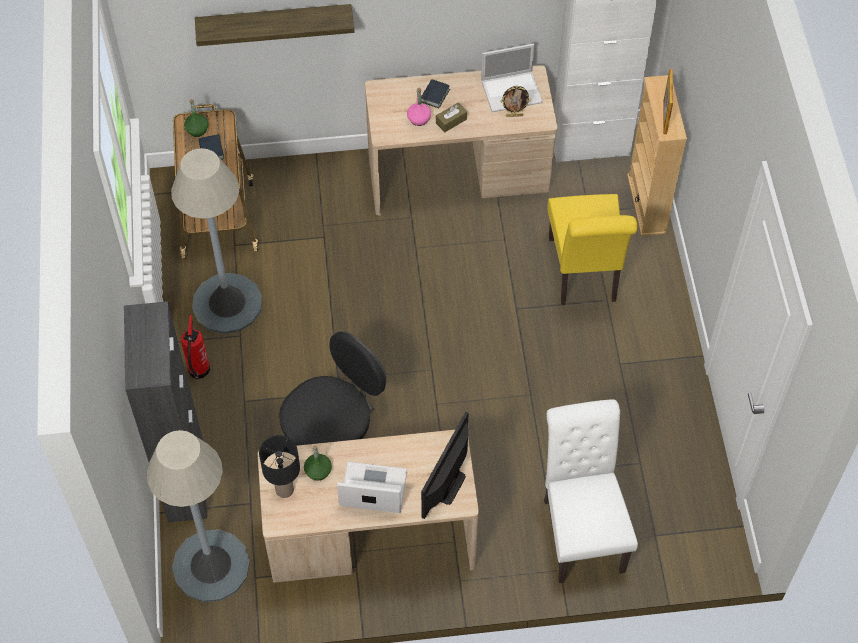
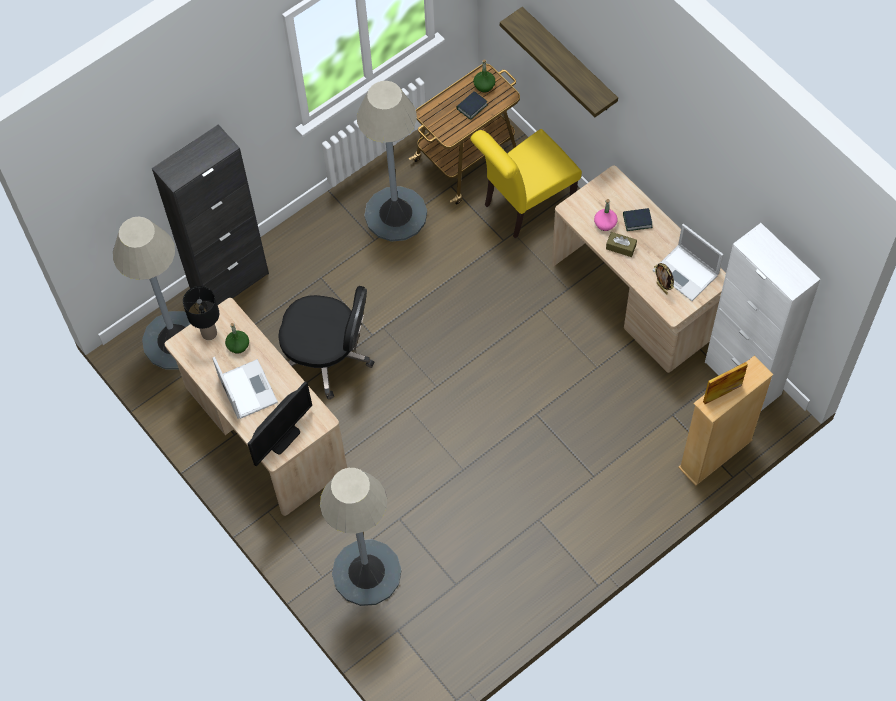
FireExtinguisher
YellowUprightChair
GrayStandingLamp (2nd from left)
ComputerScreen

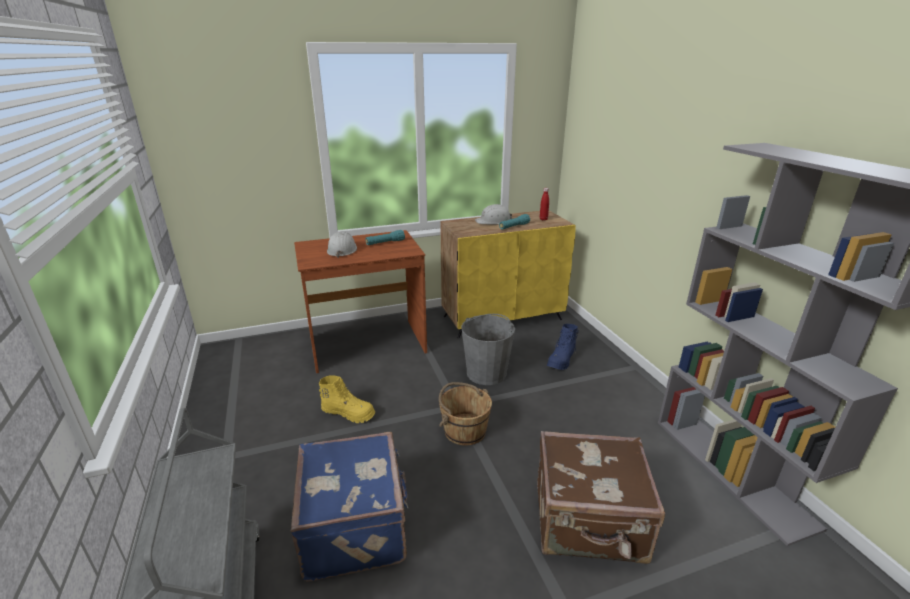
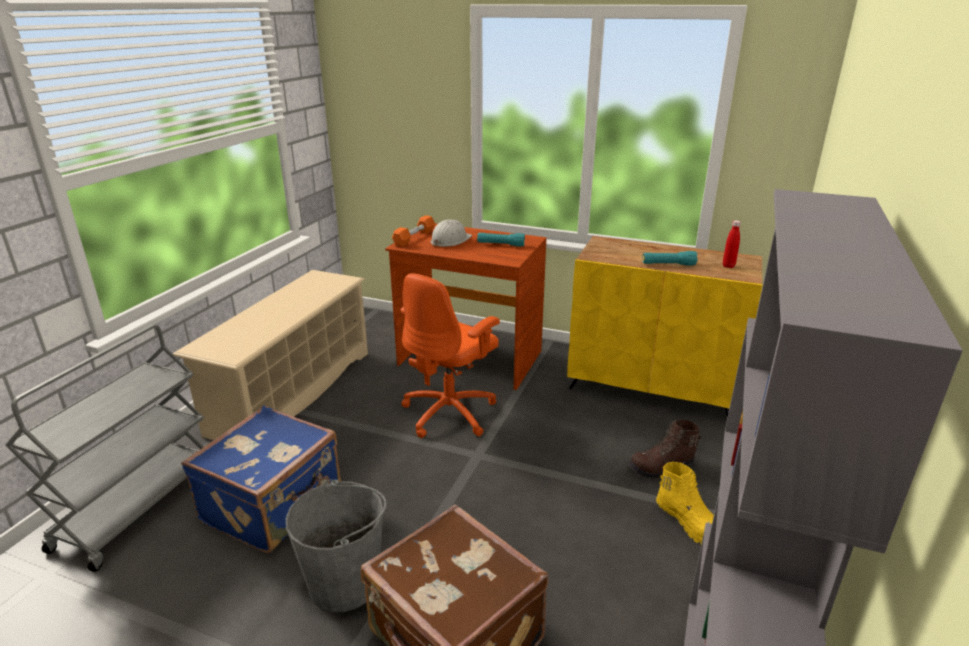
BrownPail
WhitishHardHat (2nd from left in the first image)
BeigeShoeStand
OrangeHandWeight
OrangeDeskChair
YellowHighTopBoot
GrayPail
BrownHighTopBoot

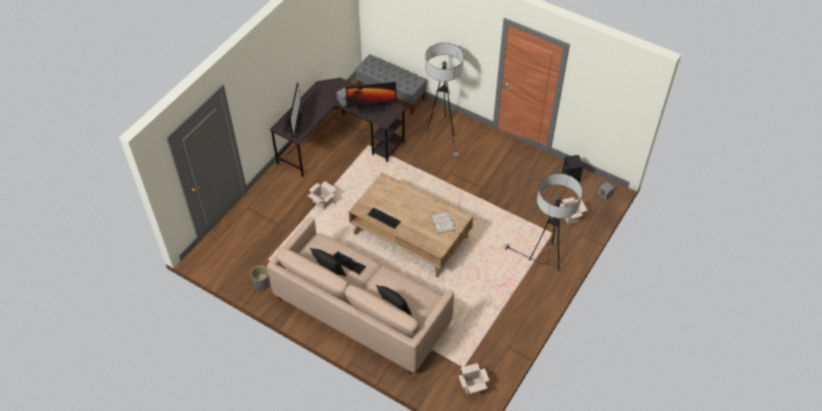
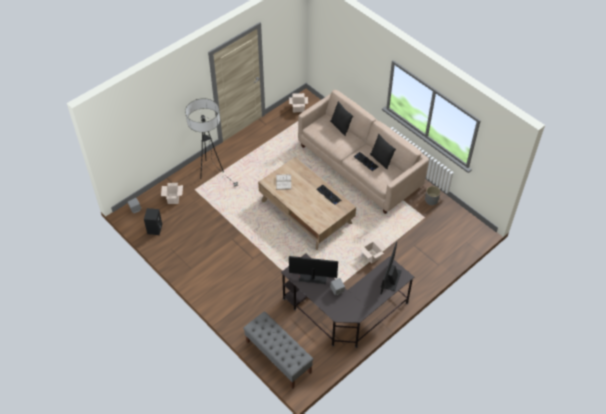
StandingLamp (1st from left in the first image)

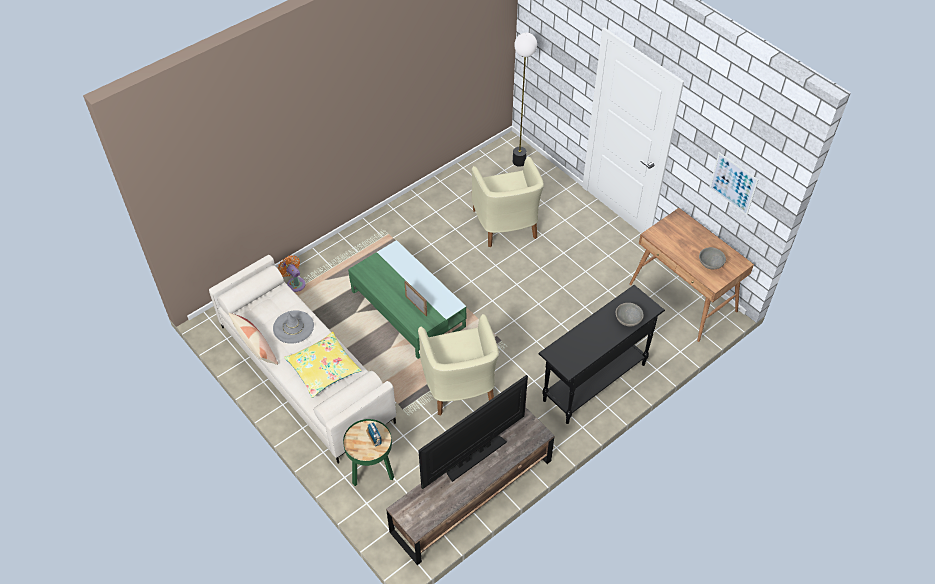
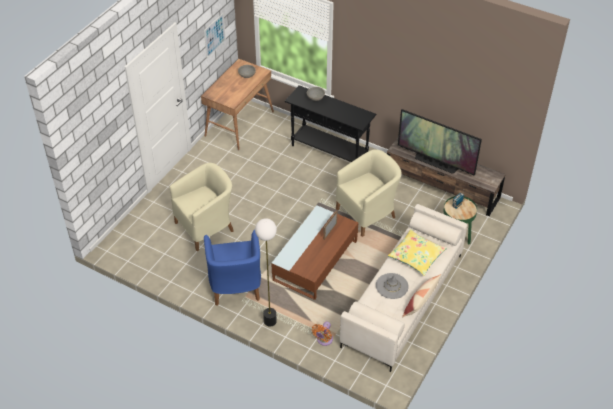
BlueColouredArmchair
StandingLamp
BrownLoungeTable

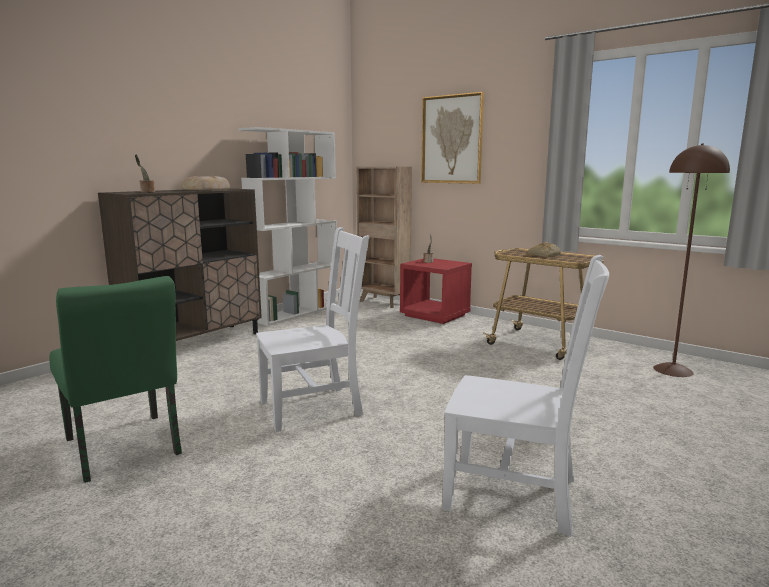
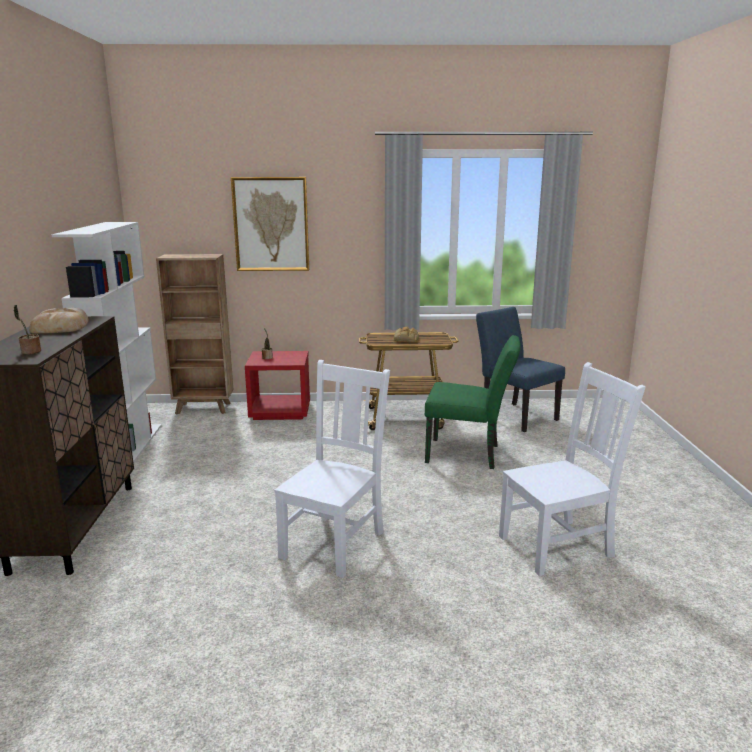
GreenishUprightChair
BlueColouredUprightChair

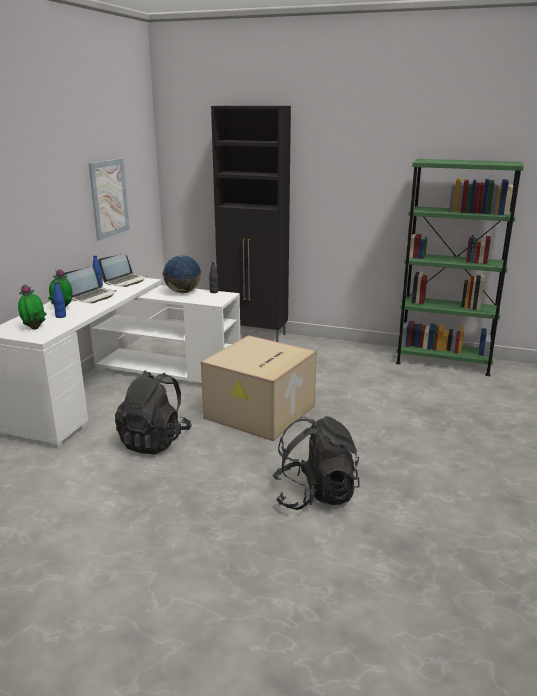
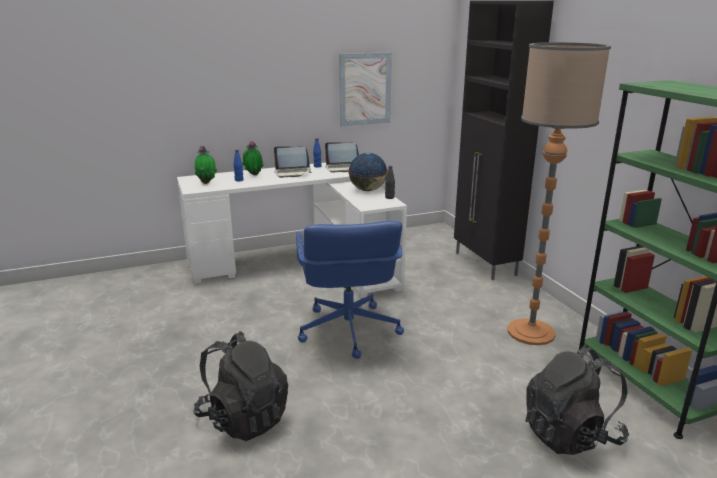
StandingLamp
BlackBackpack (2nd from left)
BlueColouredDeskChair

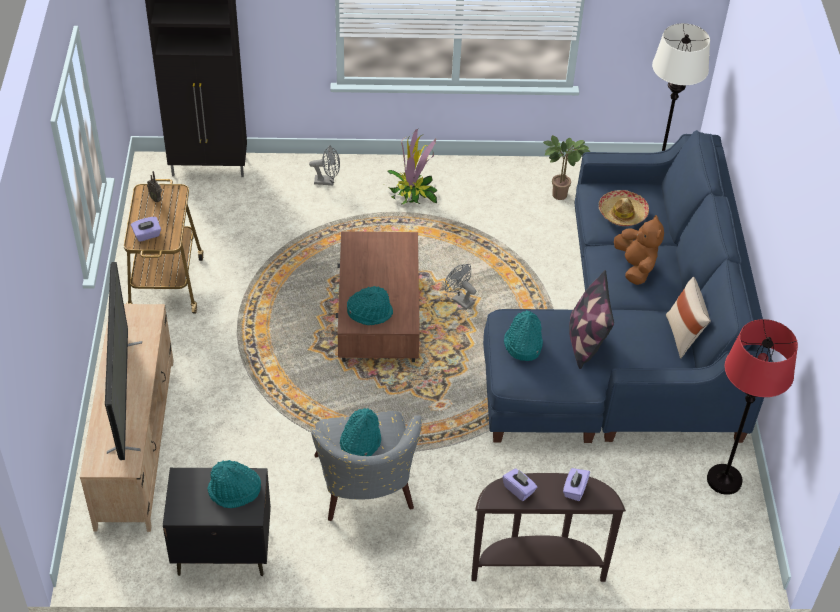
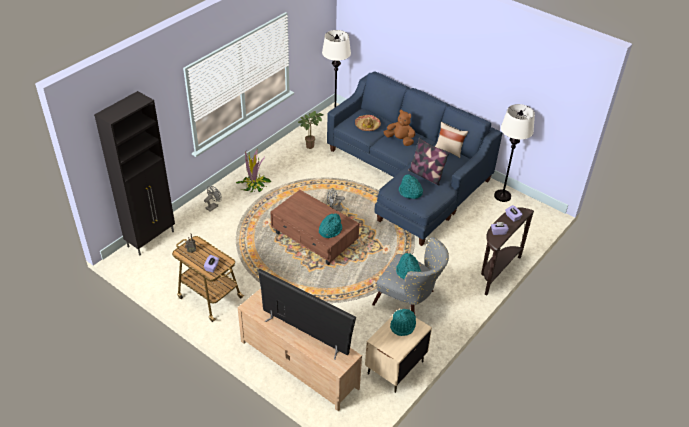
BeigeNightstand
WhitishStandingLamp (2nd from left)

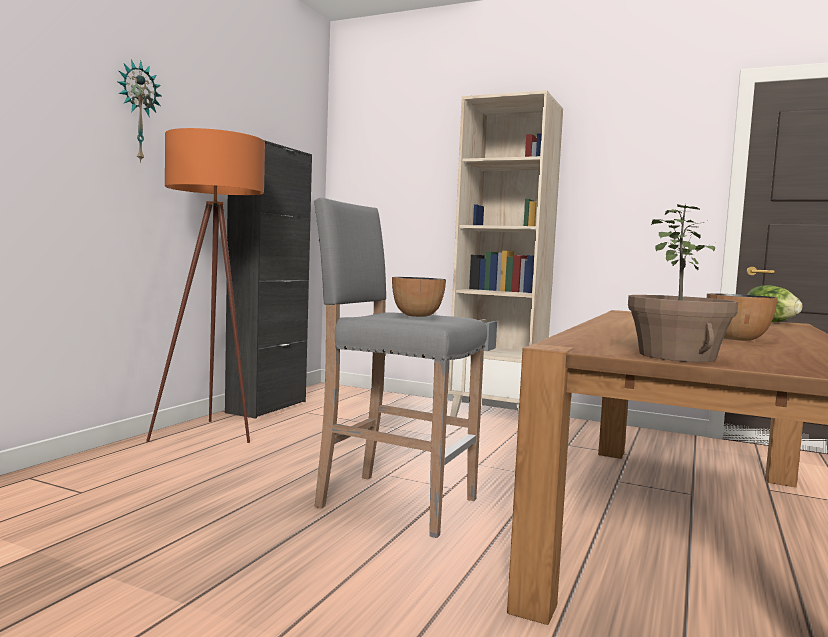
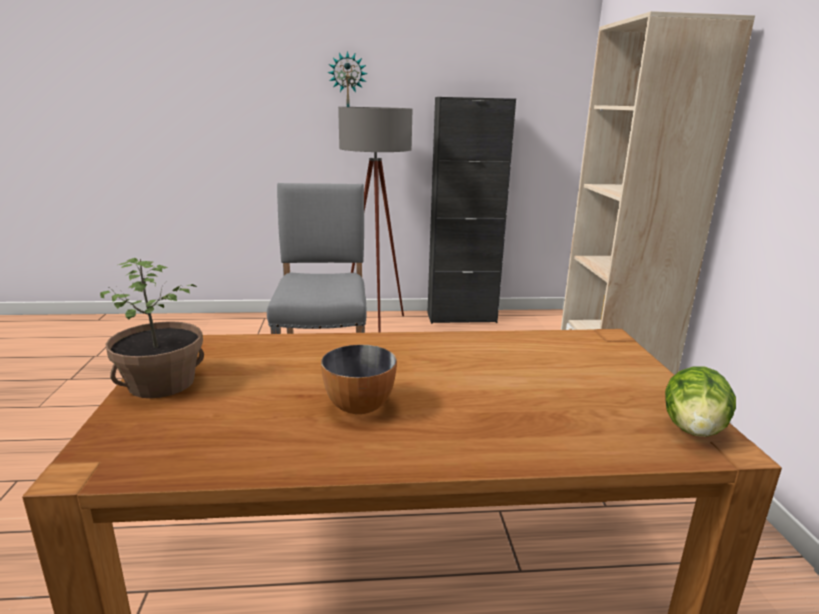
DeepDish (1st from left in the first image)
GrayStandingLamp

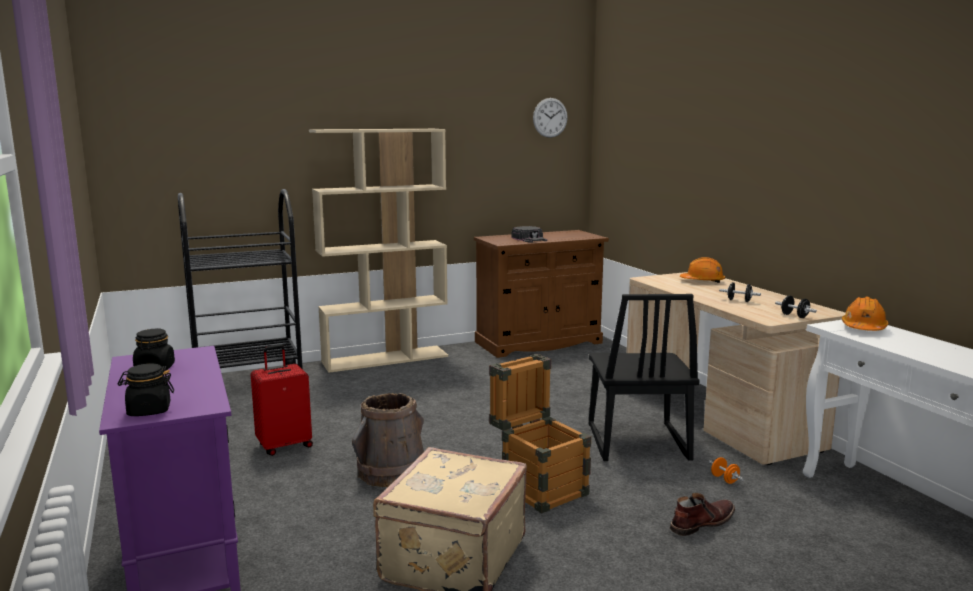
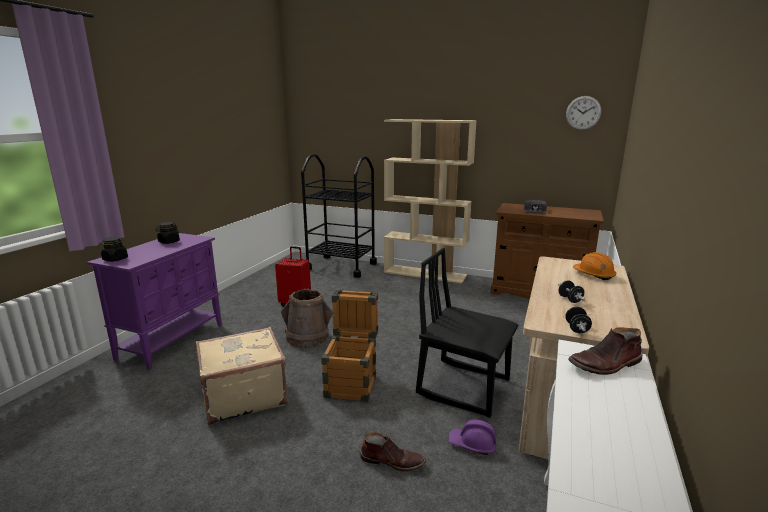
PurplishHardHat
BrownHighTopBoot (2nd from left)
BlackUprightChair

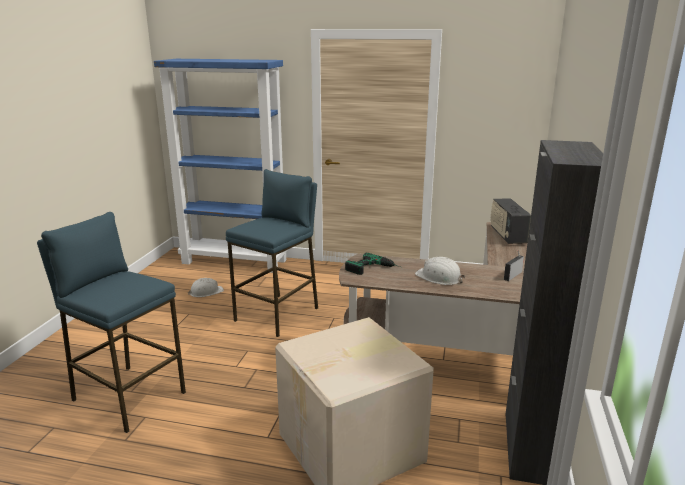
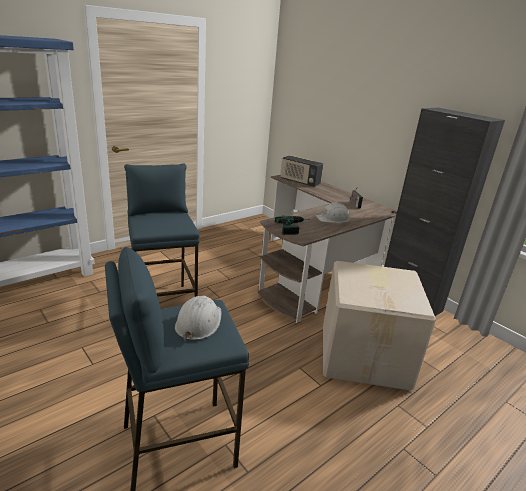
WhitishHardHat (1st from left)

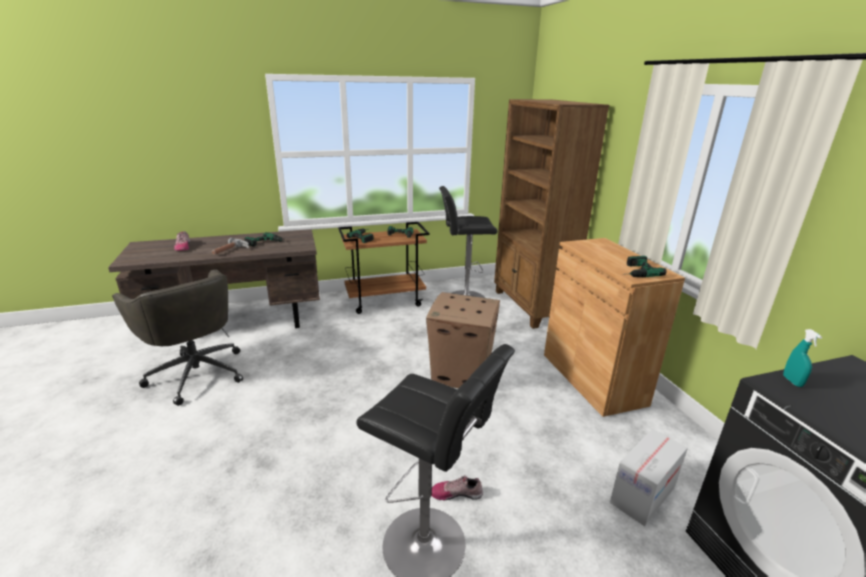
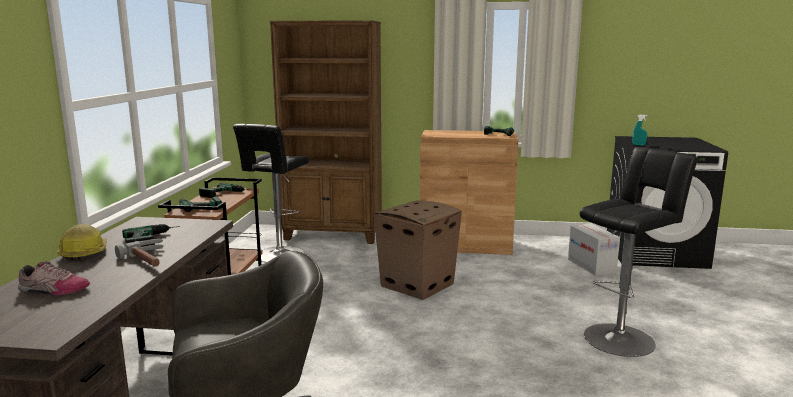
Shoe (2nd from left in the first image)
HardHat

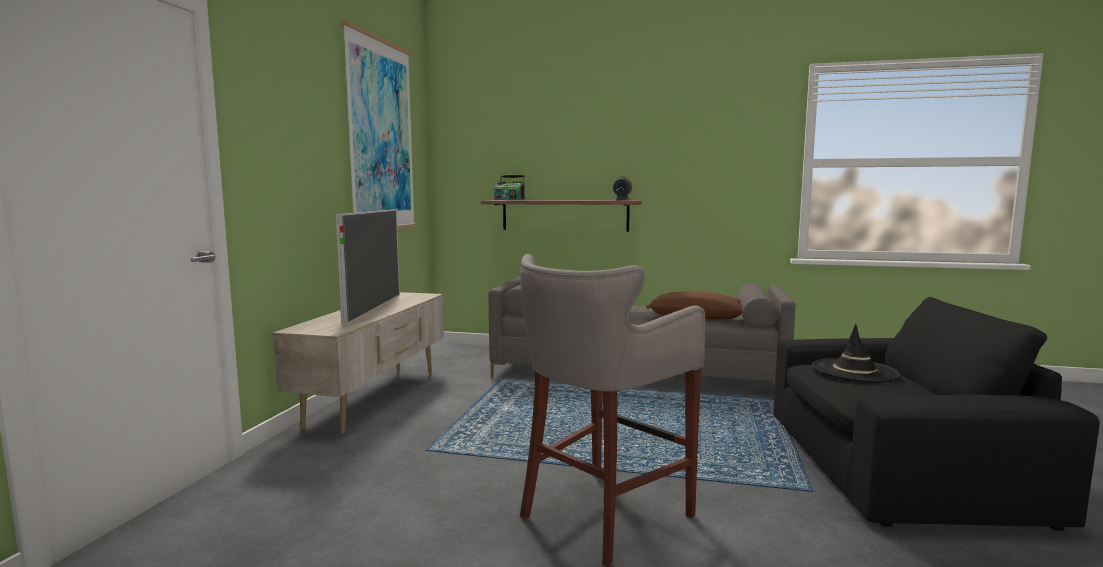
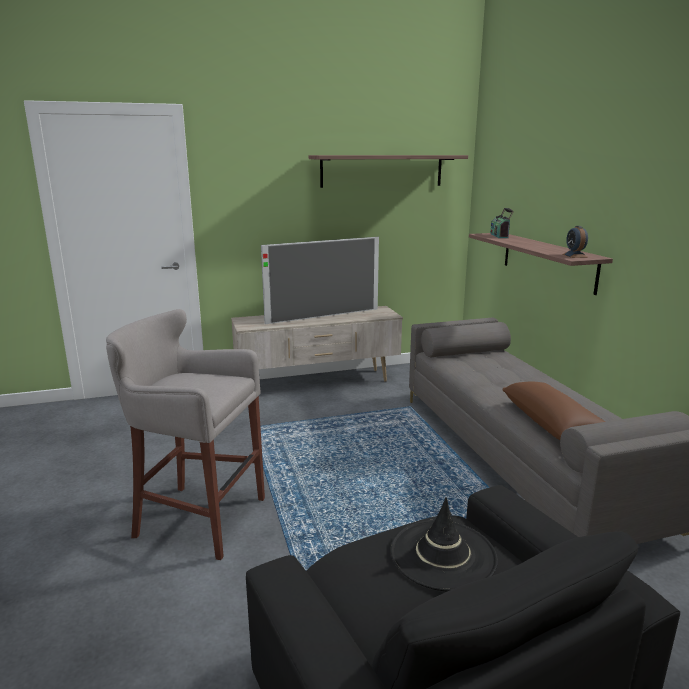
Shelf (1st from left)

